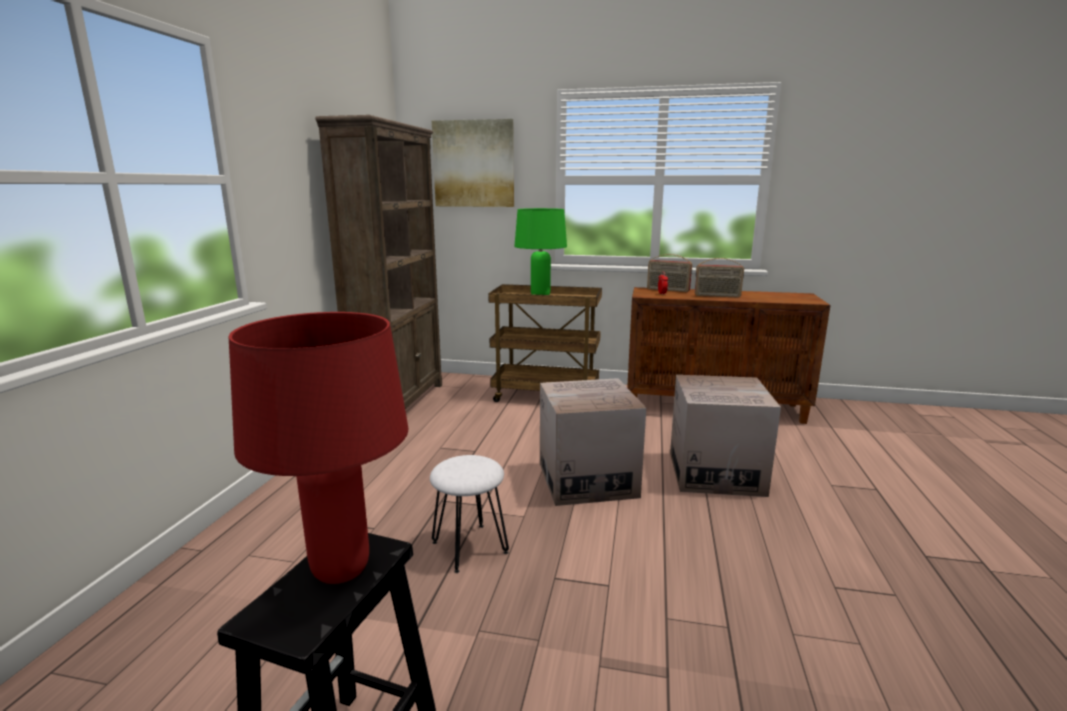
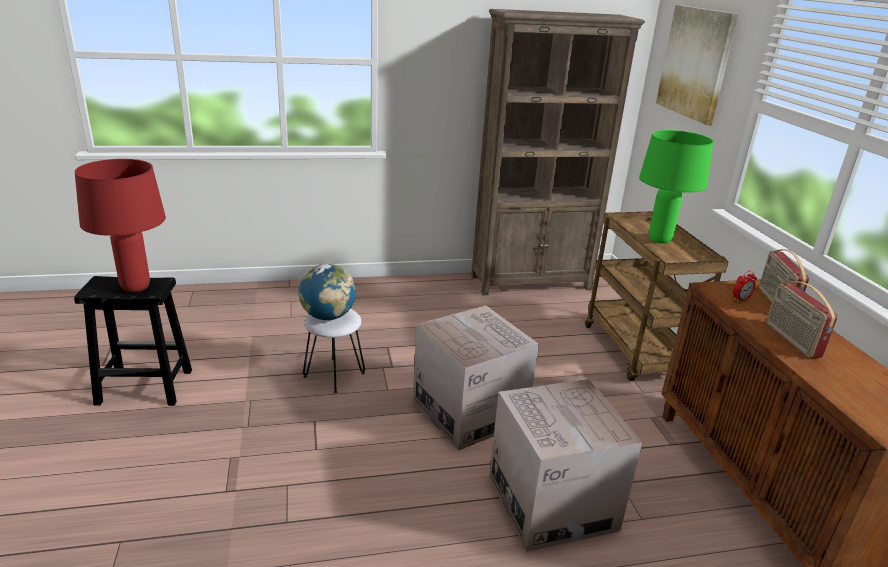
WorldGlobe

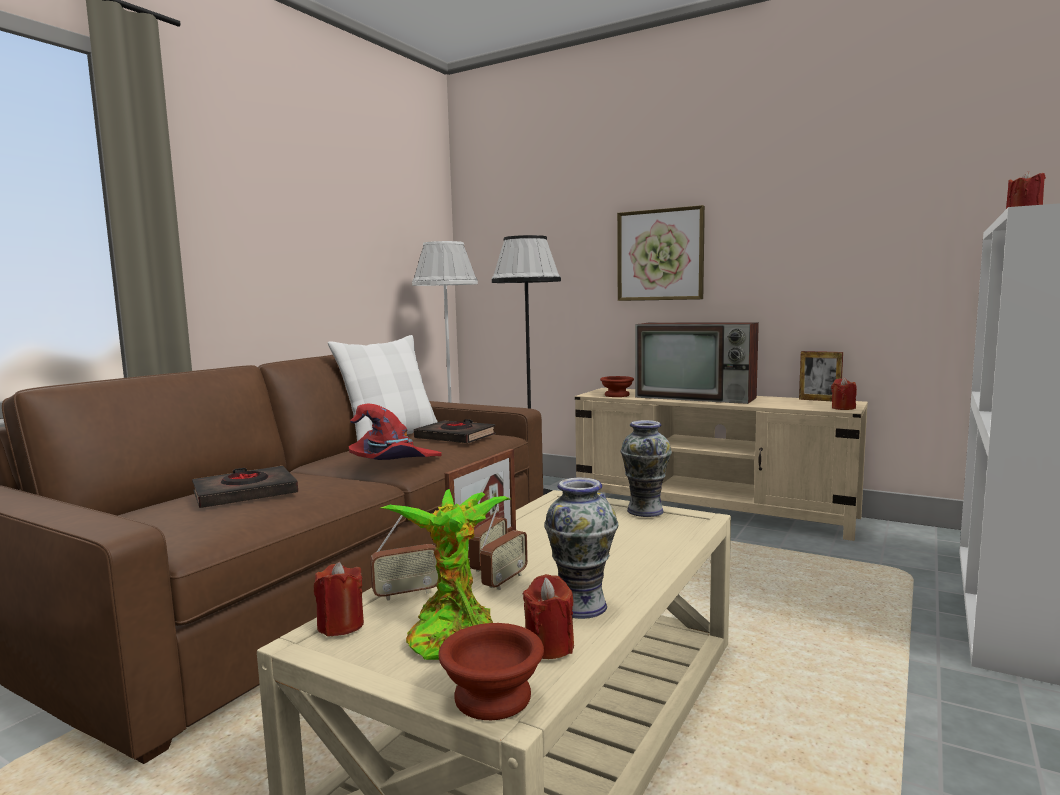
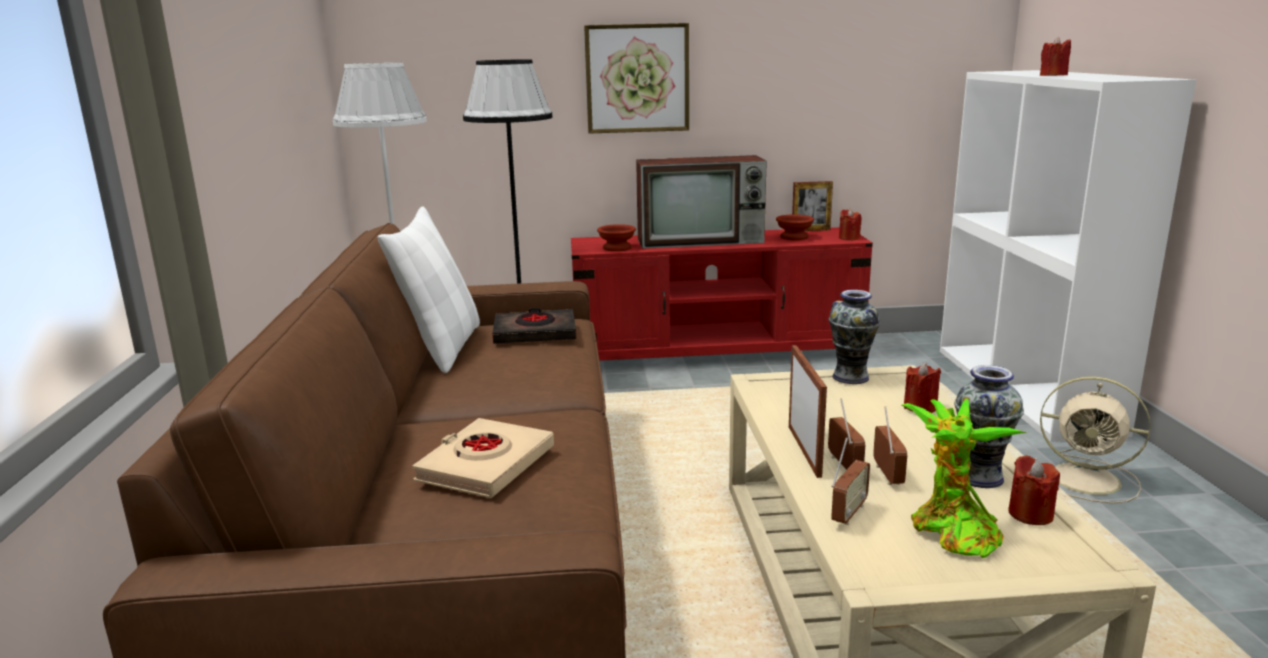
ReddishHat
BeigeCoolingFan
ReddishWaxLight (2nd from left)
BrownDeepDish (2nd from left)
BeigeBoundBook
ReddishTvStand

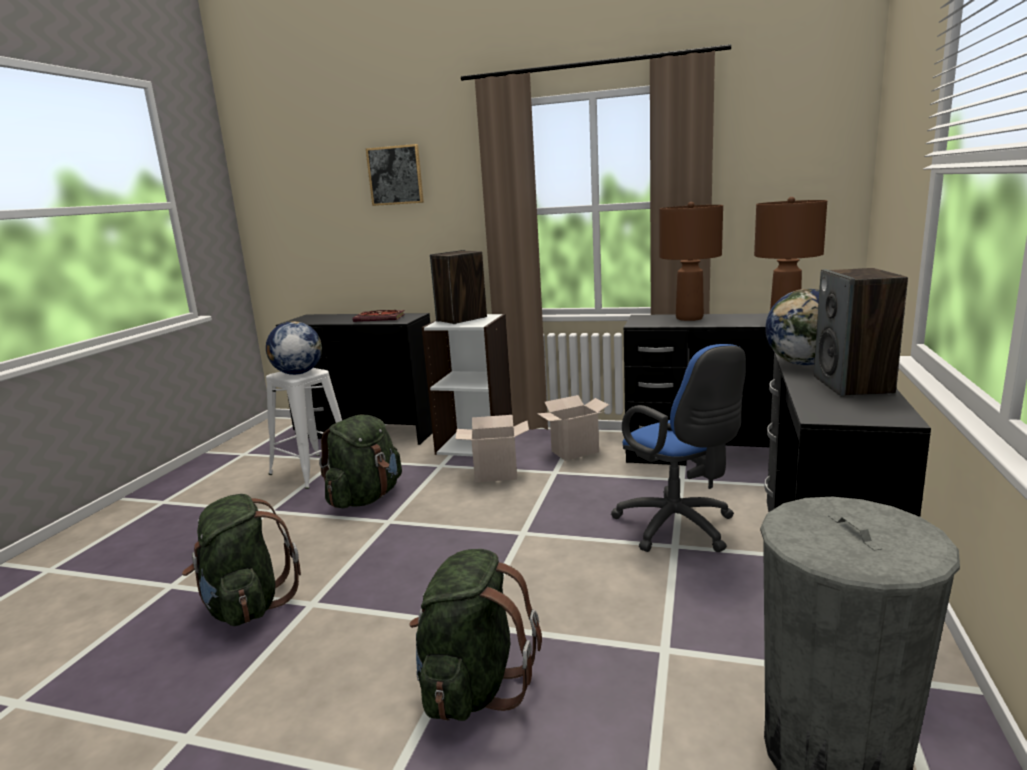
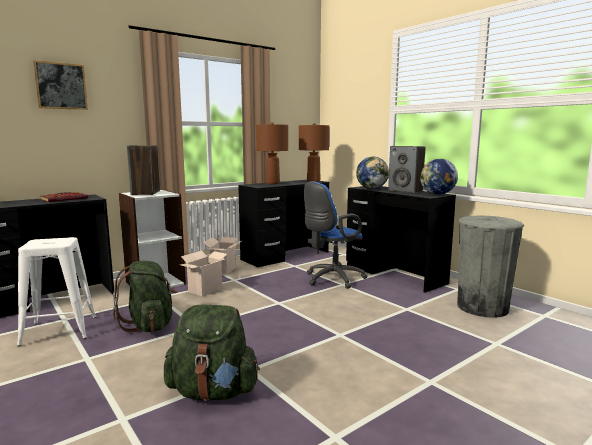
GreenishBackpack (3rd from left in the first image)
WorldGlobe (2nd from left)
BlueColouredDeskChair

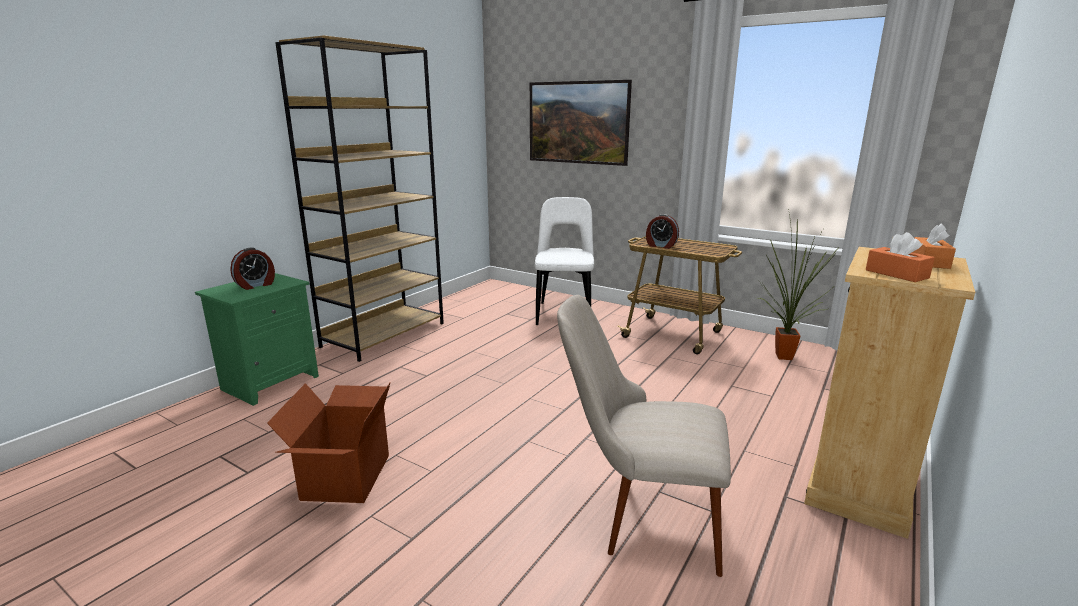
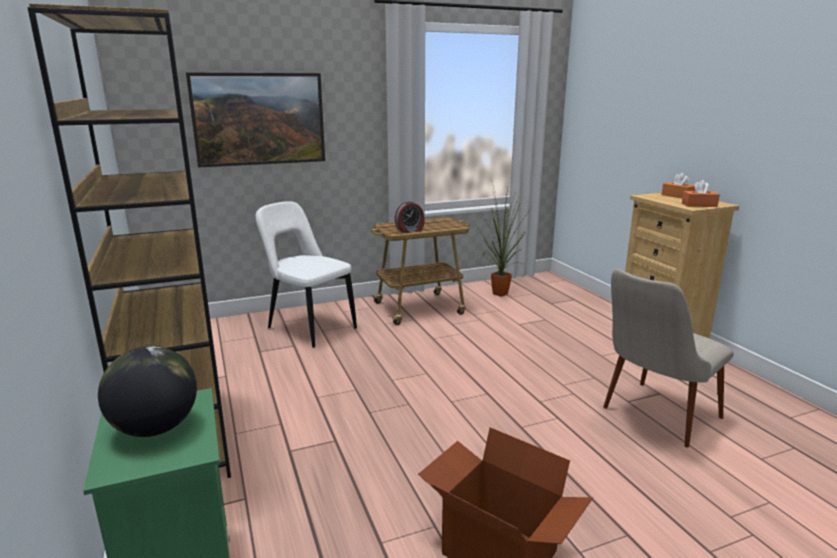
WorldGlobe

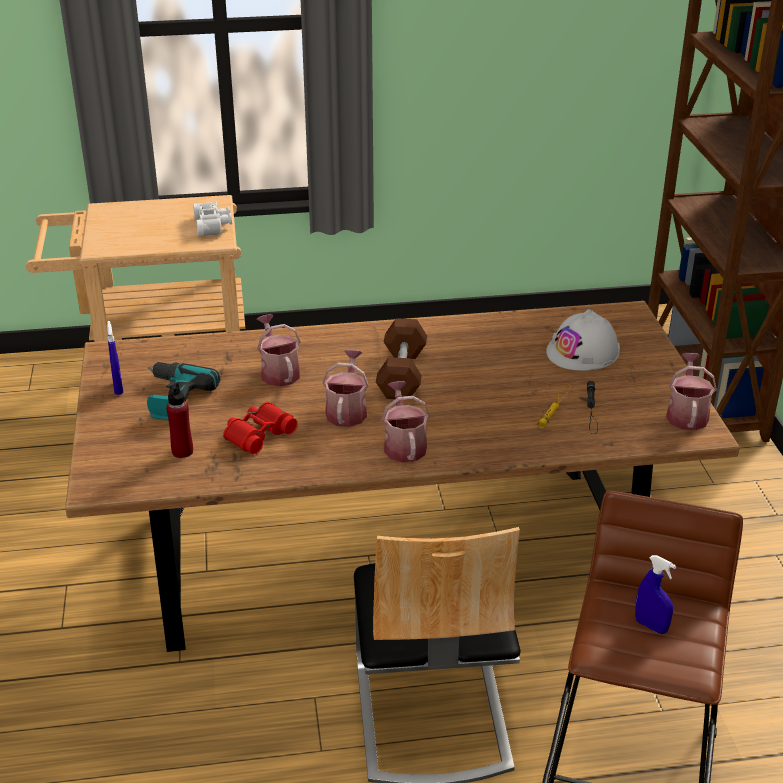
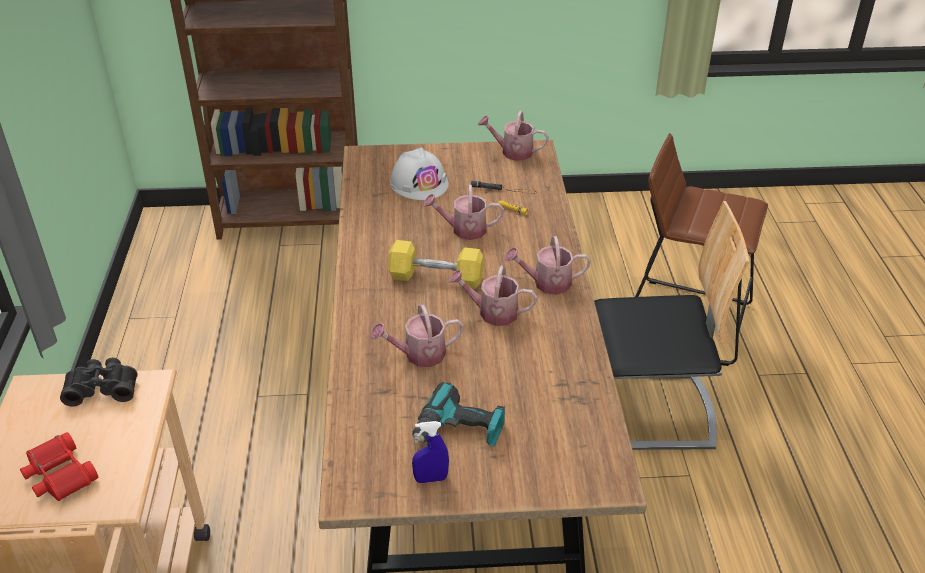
ReddishDrinkBottle
BlueColouredSprayer (2nd from left in the first image)
WateringCan (2nd from left)
ReddishBinoculars
BlackBinoculars
YellowHandWeight

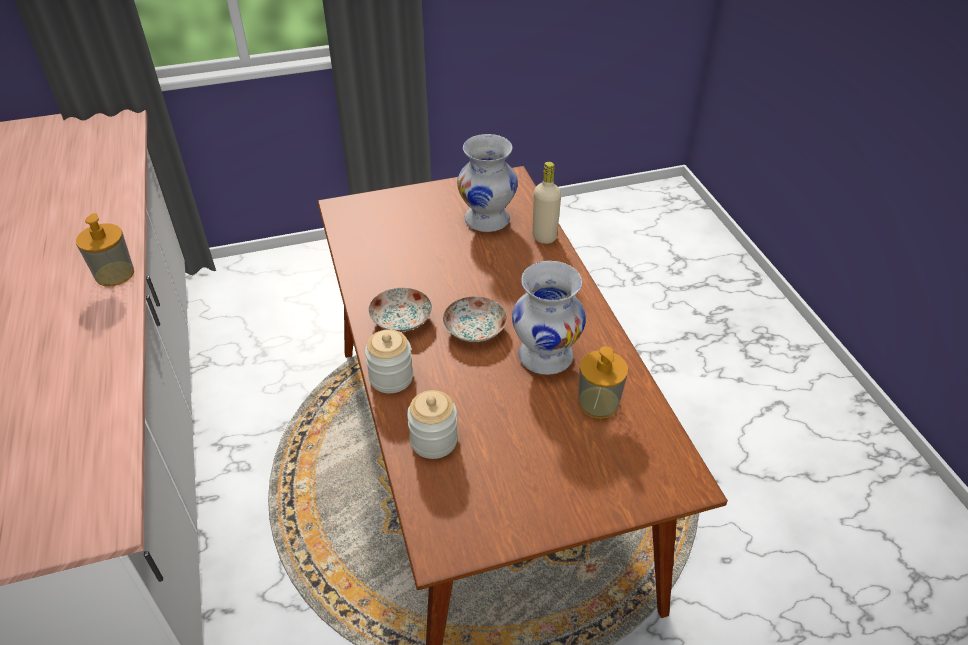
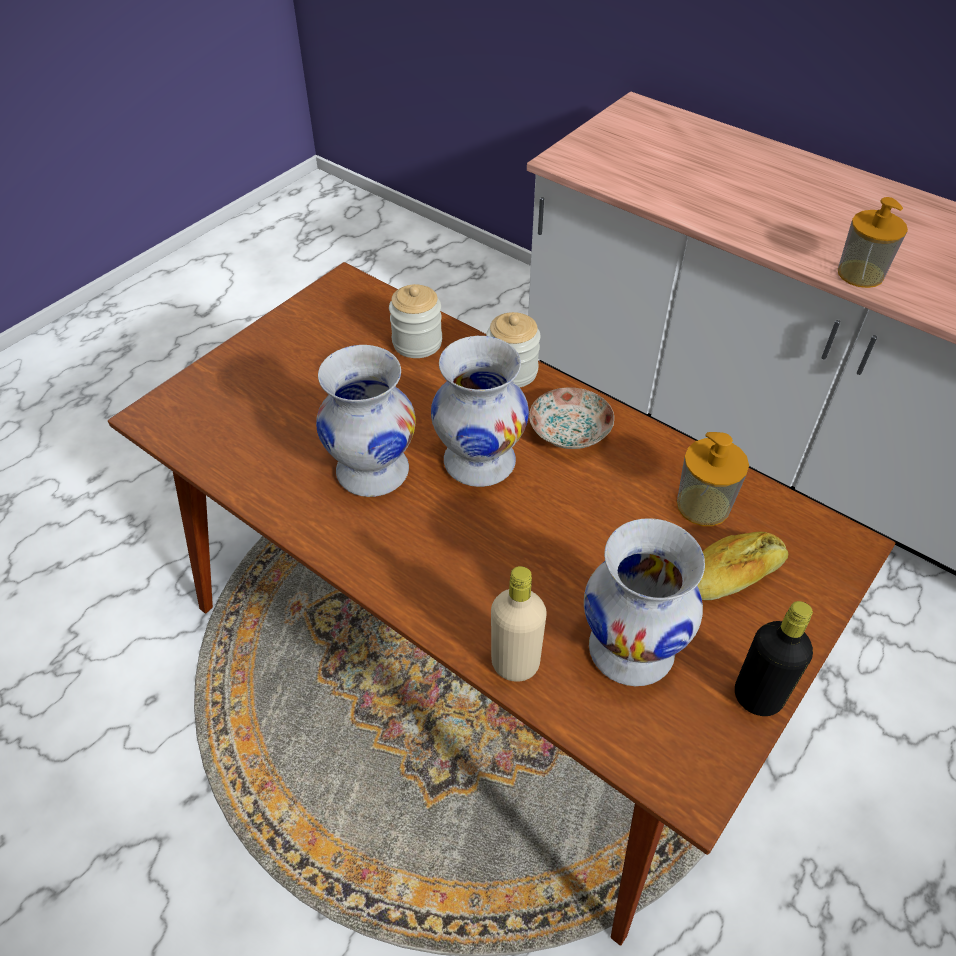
Bread
BlackDrinkBottle
SoapBottle (1st from left)
WhitishVase (2nd from left)

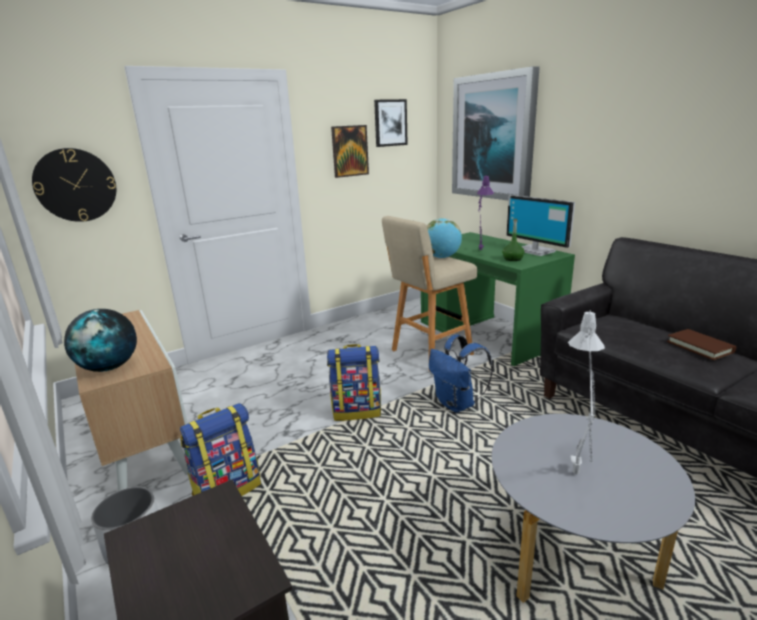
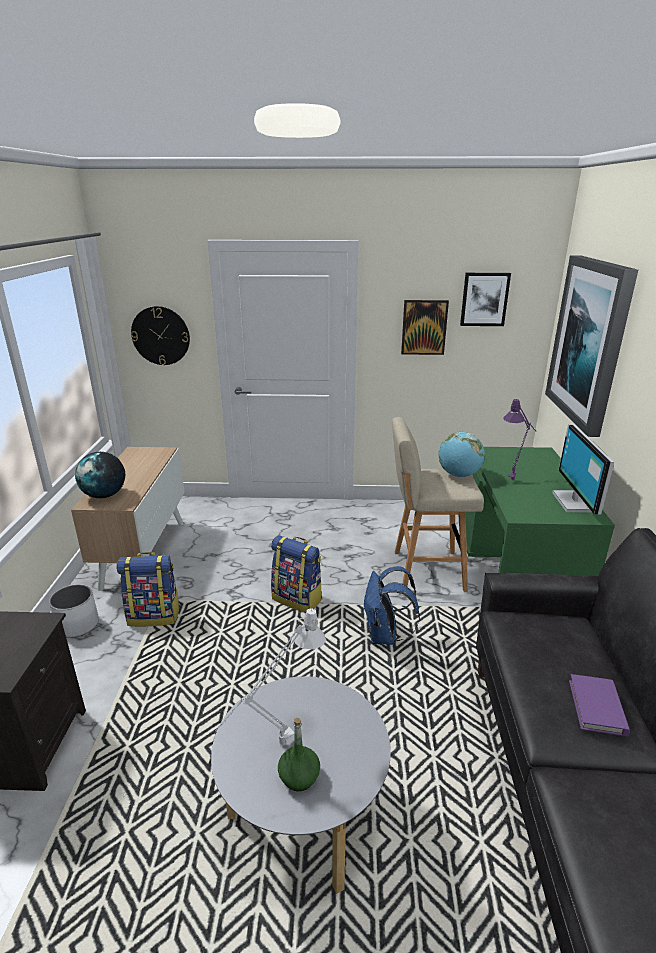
GreenishDrinkBottle
PurplishBoundBook

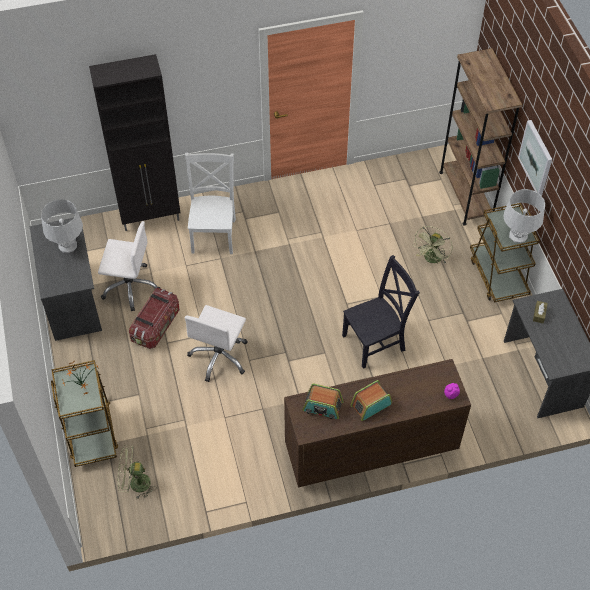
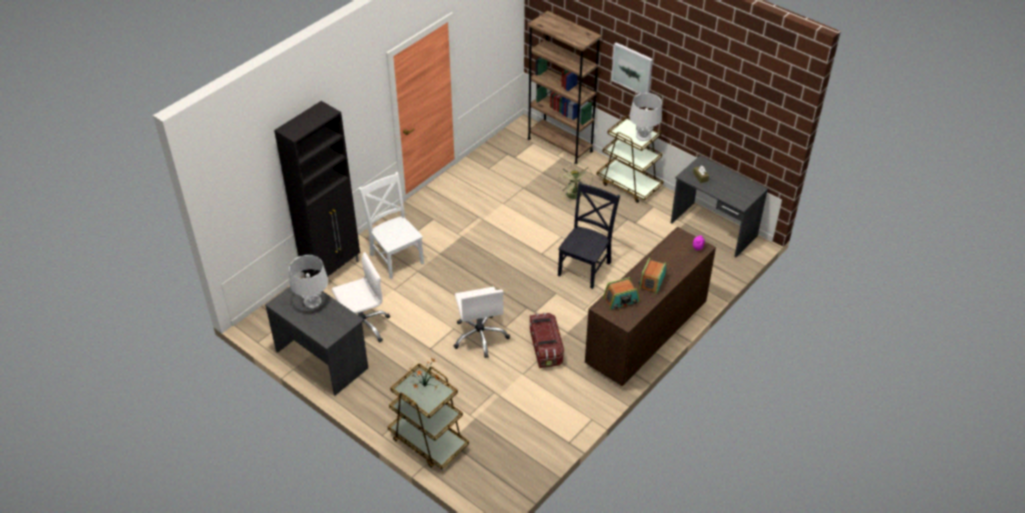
GreenishCoolingFan (1st from left in the first image)
StorageBin

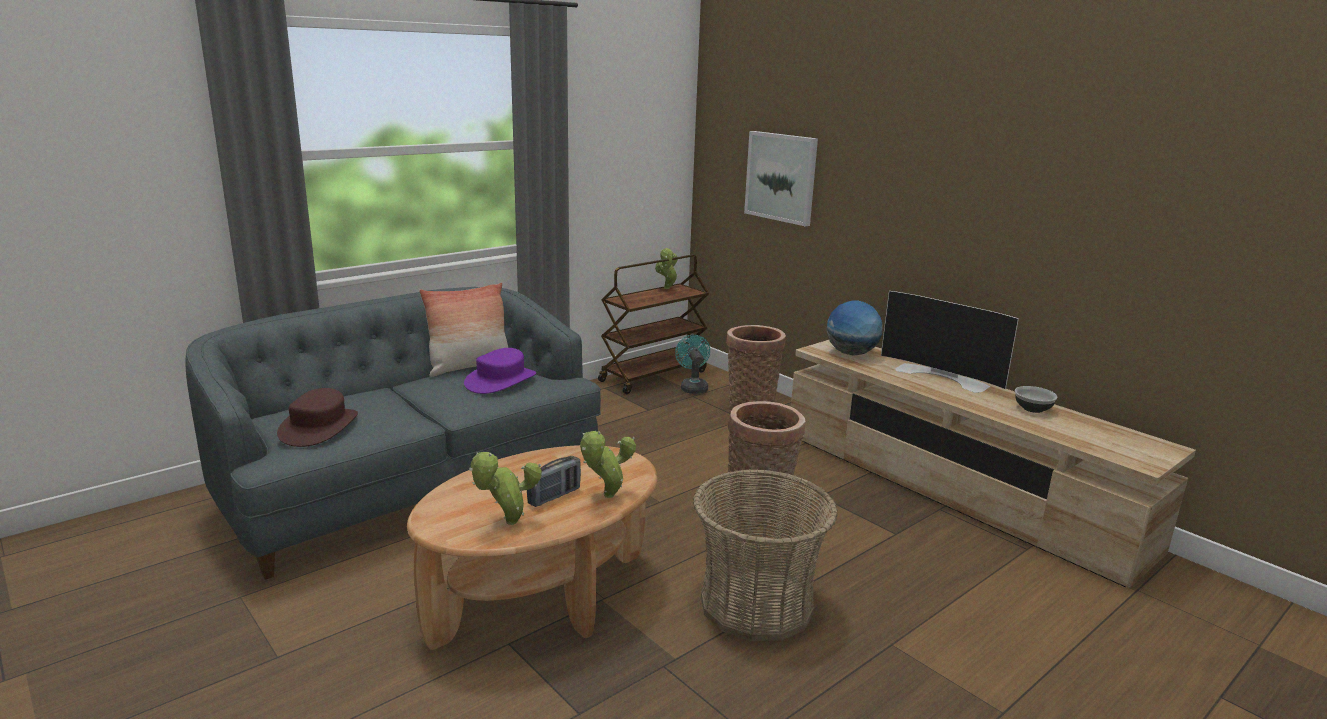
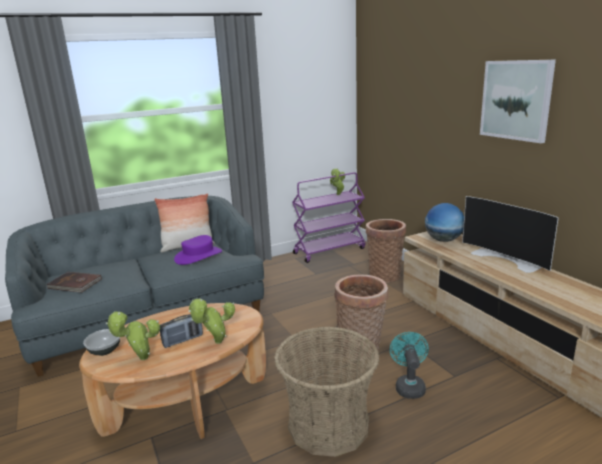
TurquoiseColouredCoolingFan
WallArt
DeepDish
BrownBoundBook
PurplishCart

